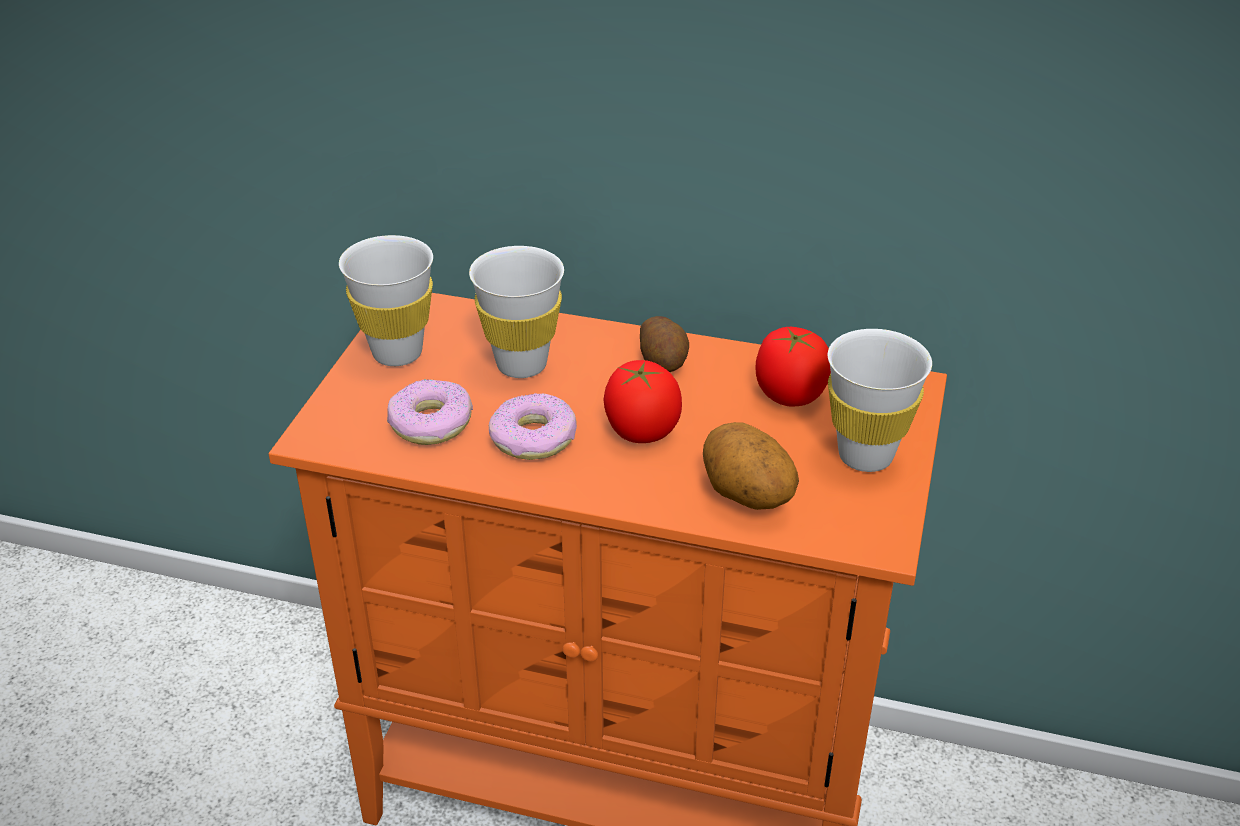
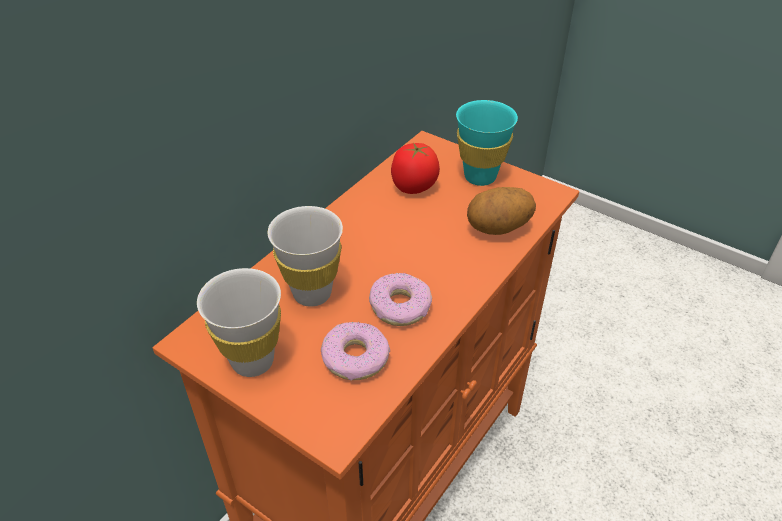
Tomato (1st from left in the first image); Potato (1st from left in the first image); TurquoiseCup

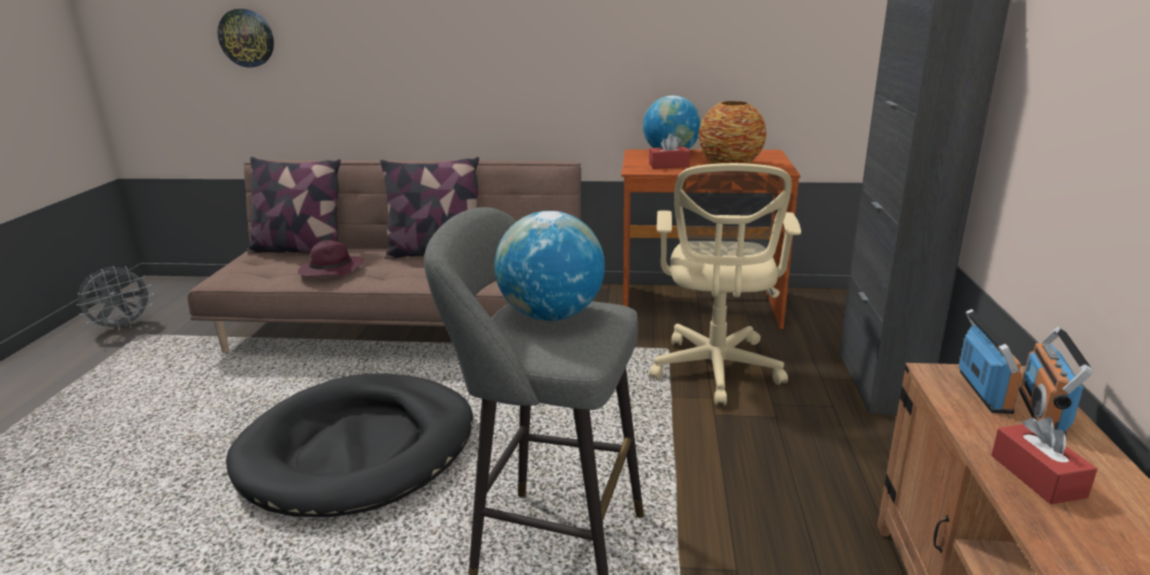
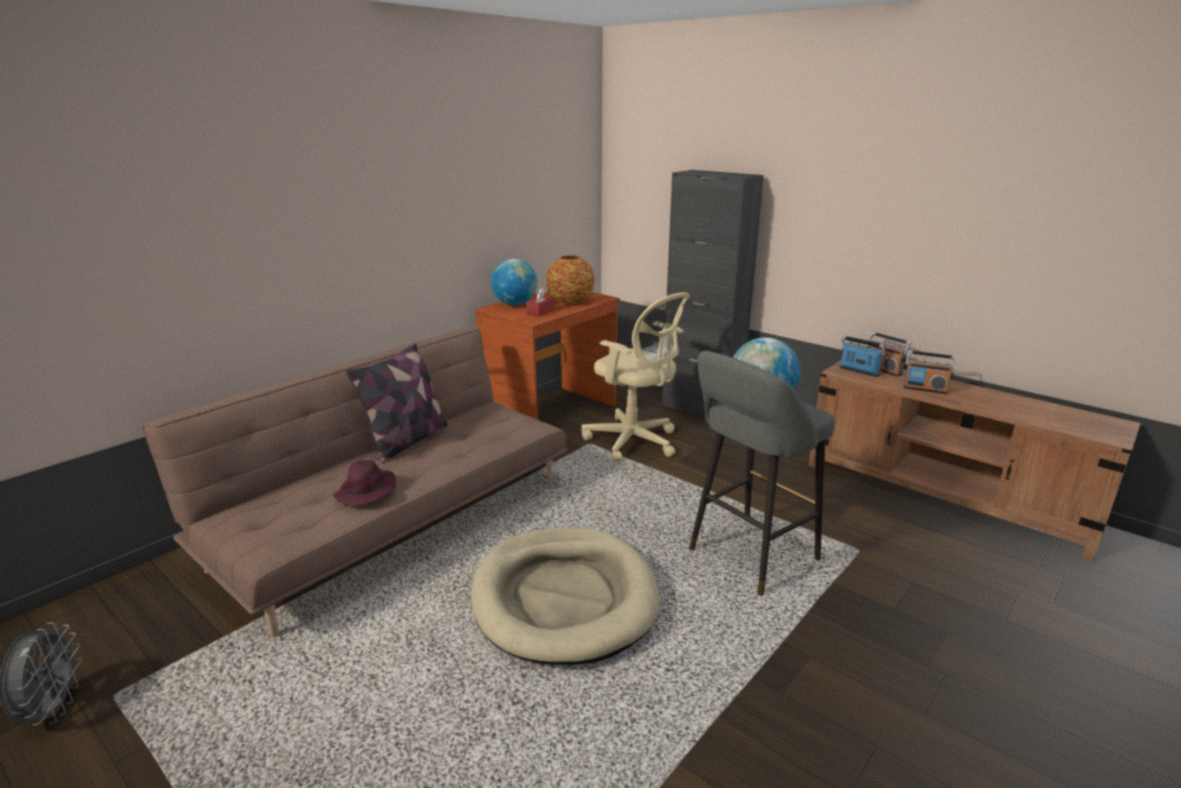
WallClock; BeigeDogBed; Pillow (1st from left in the first image); Radio (3rd from left)

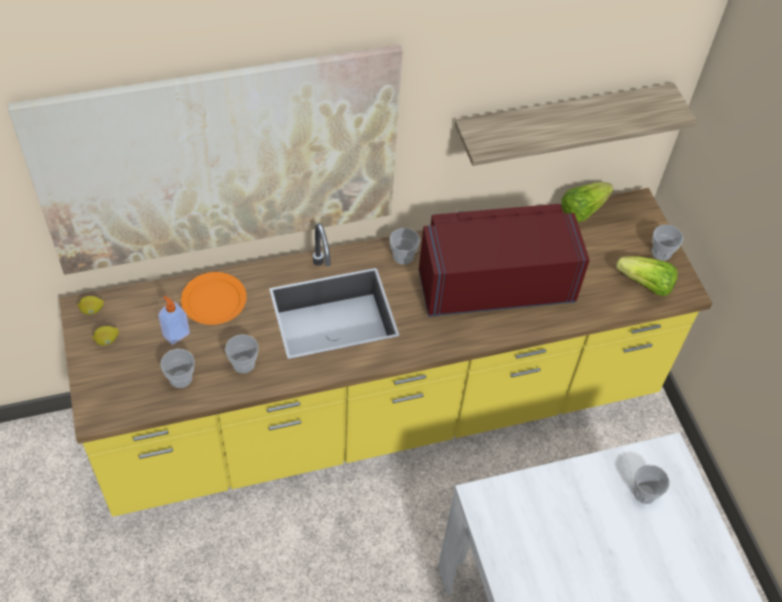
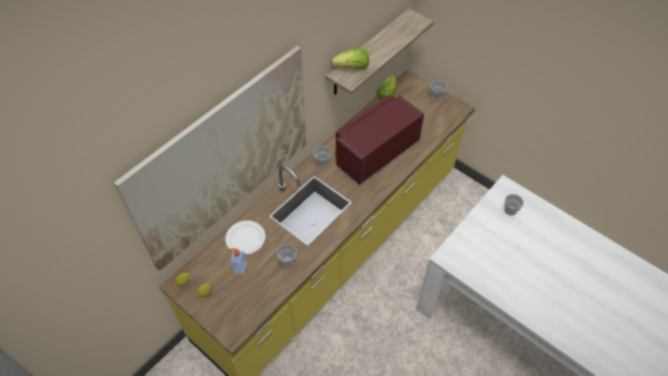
Cup (1st from left in the first image); WhitePlate; Lettuce (1st from left)

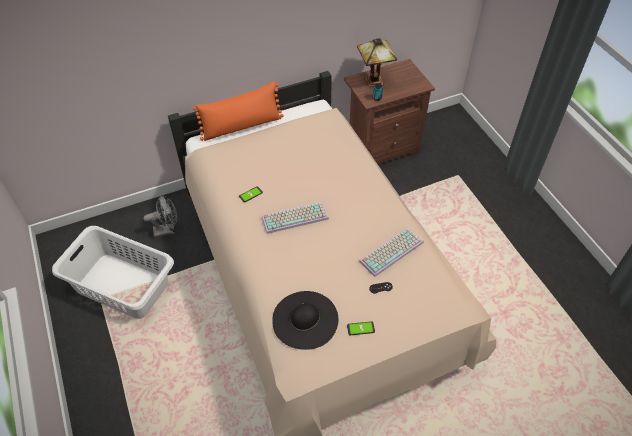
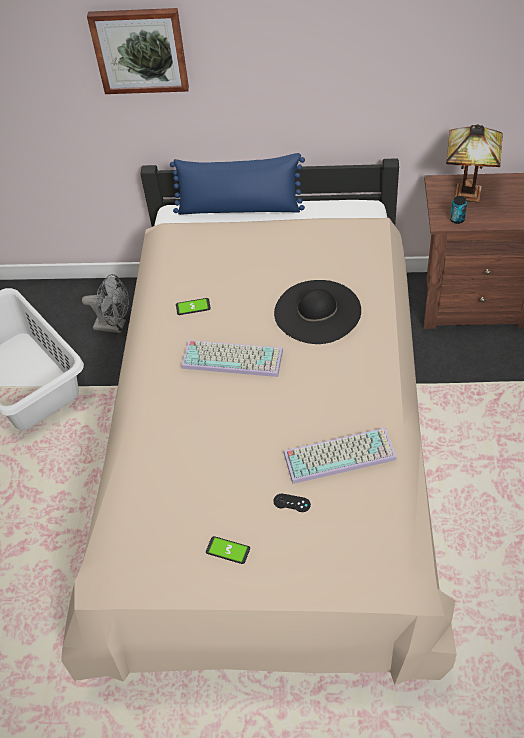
BluePillow; BlackHat; Picture

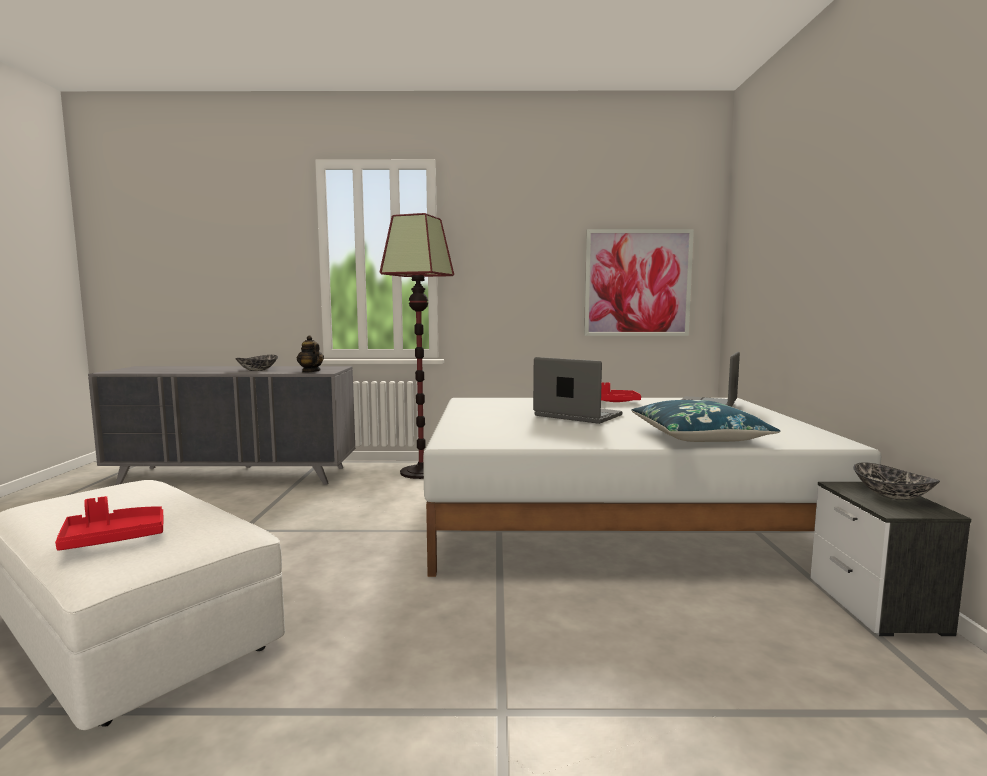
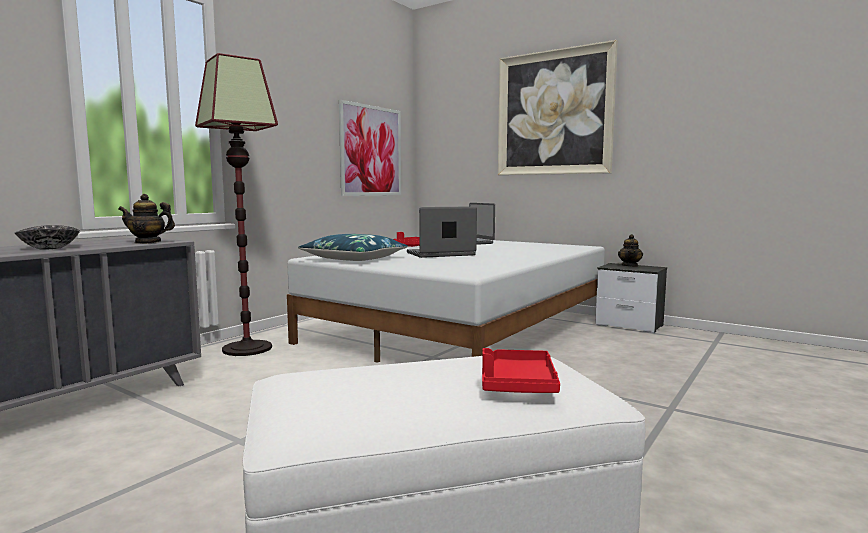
BluePillow; Teapot (2nd from left); Picture (2nd from left)

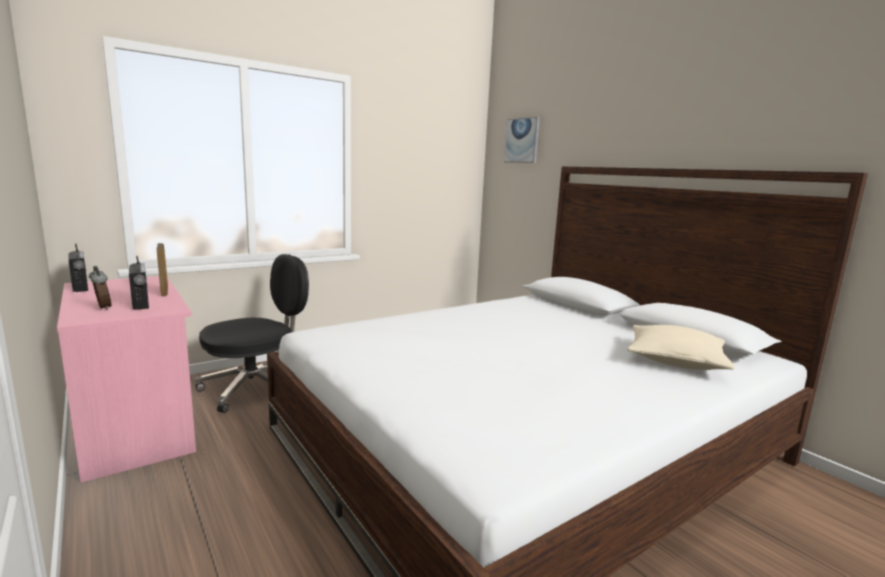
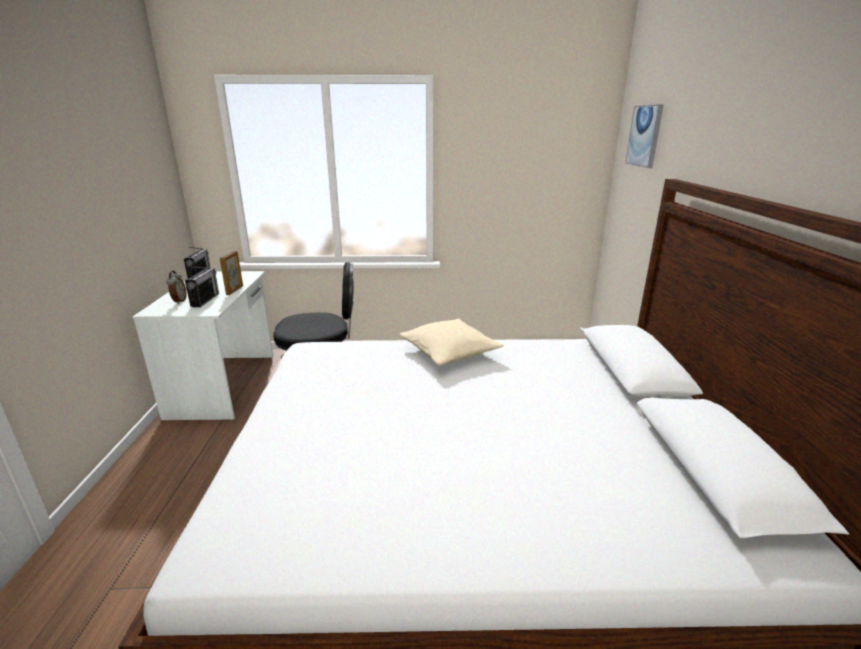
WhiteDesk; BeigePillow

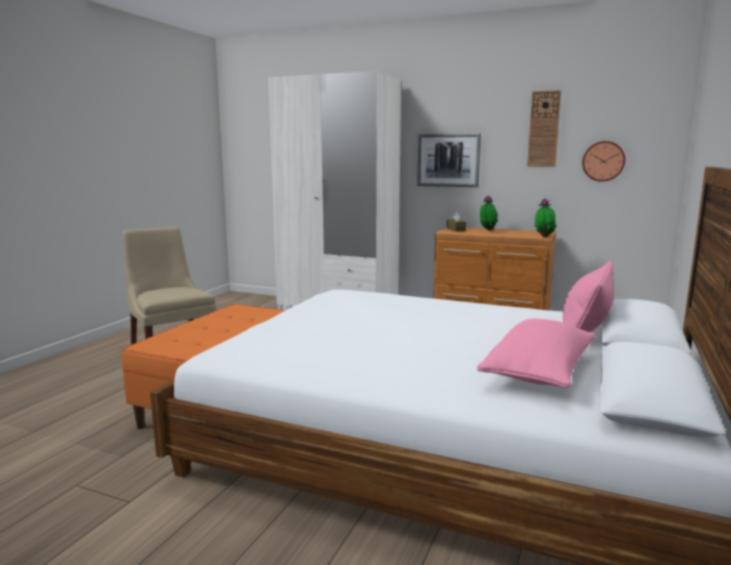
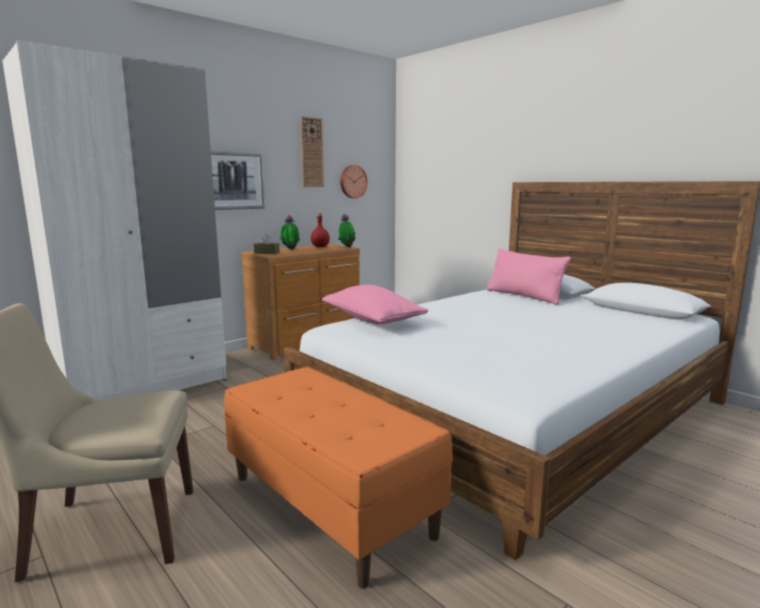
PinkPillow (1st from left); RedBottle

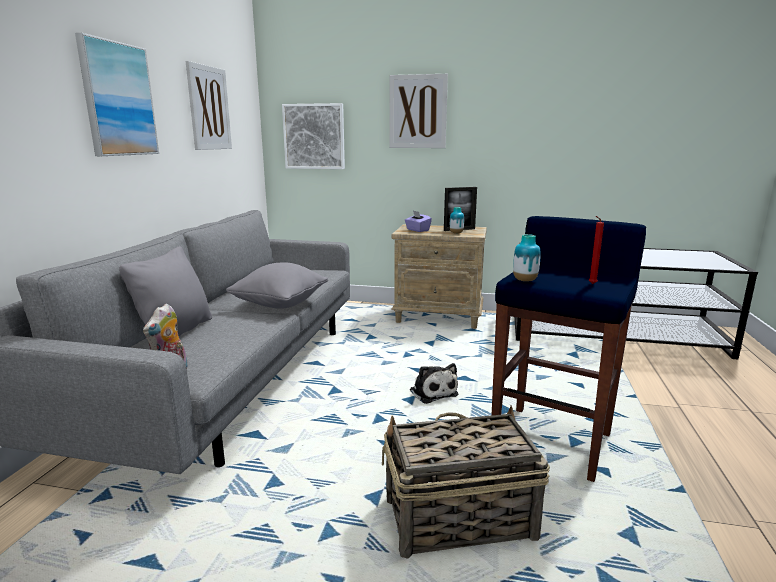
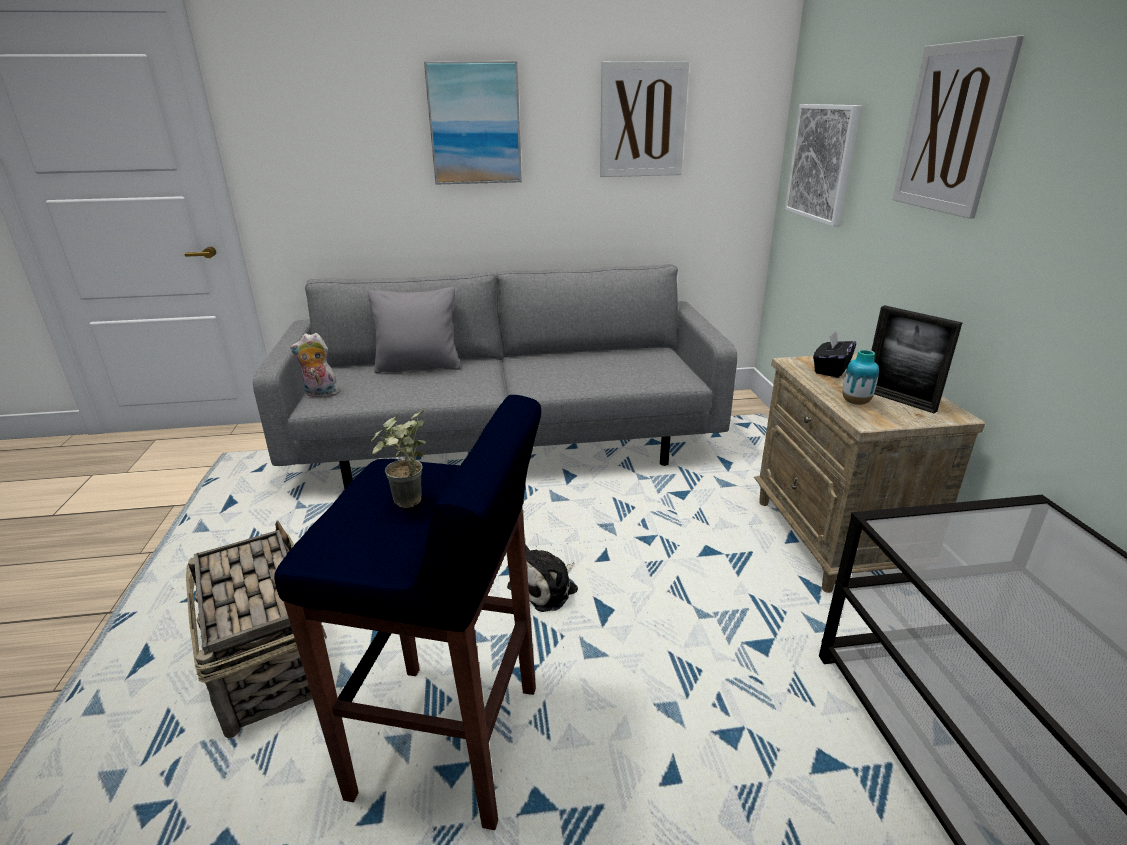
GreyPillow (2nd from left in the first image); BlackTissueBox; Vase (2nd from left in the first image); RedCandle; PottedPlant

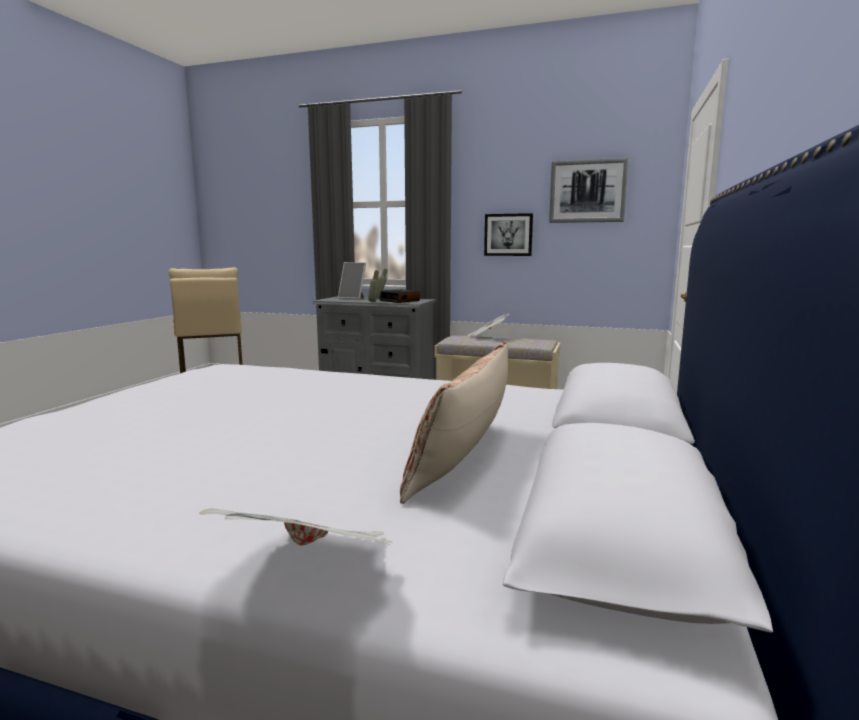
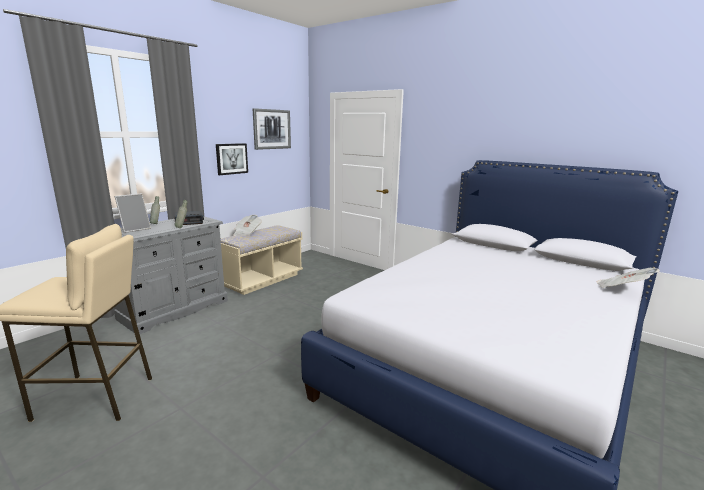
Pillow

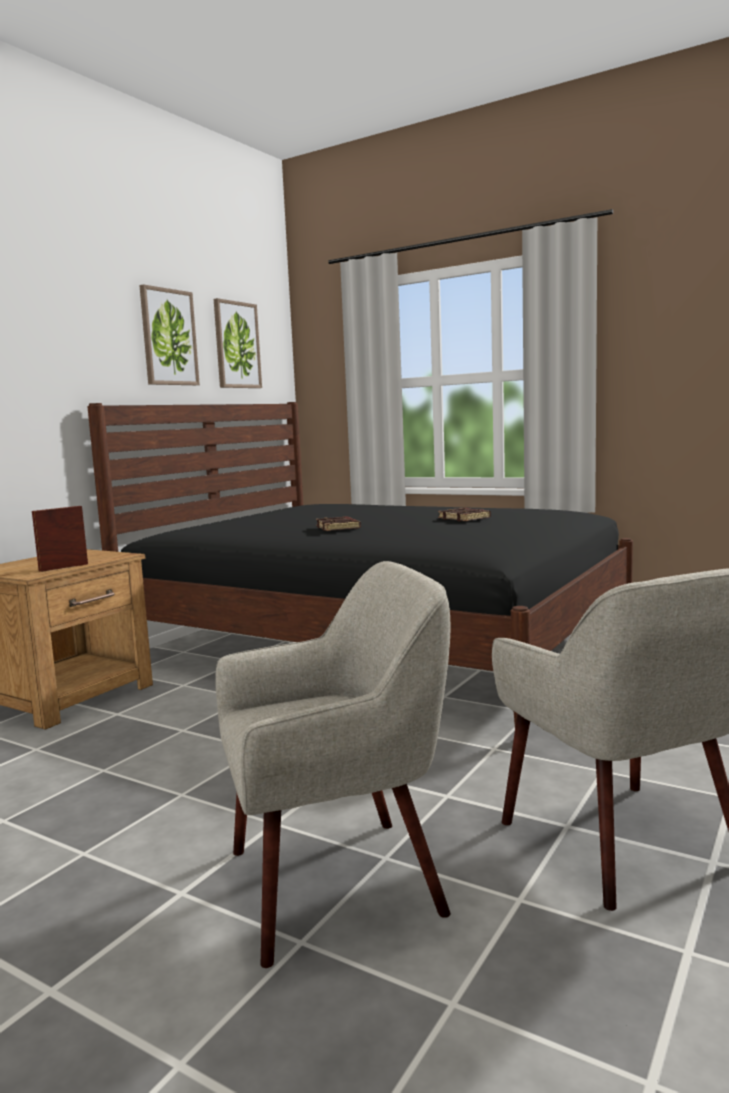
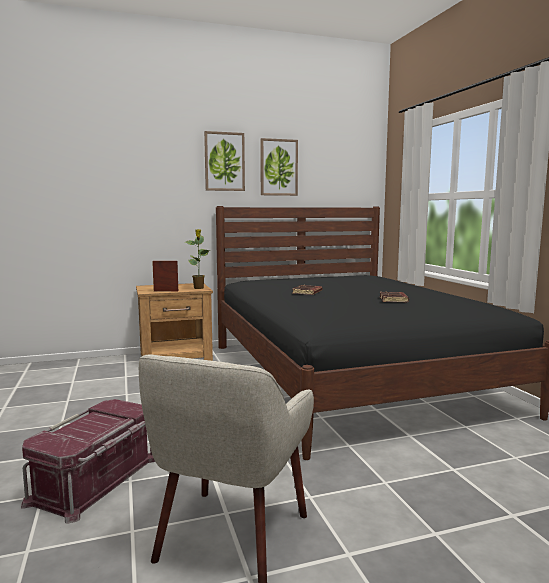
Picture (1st from left); RedStorageBox; PottedPlant

